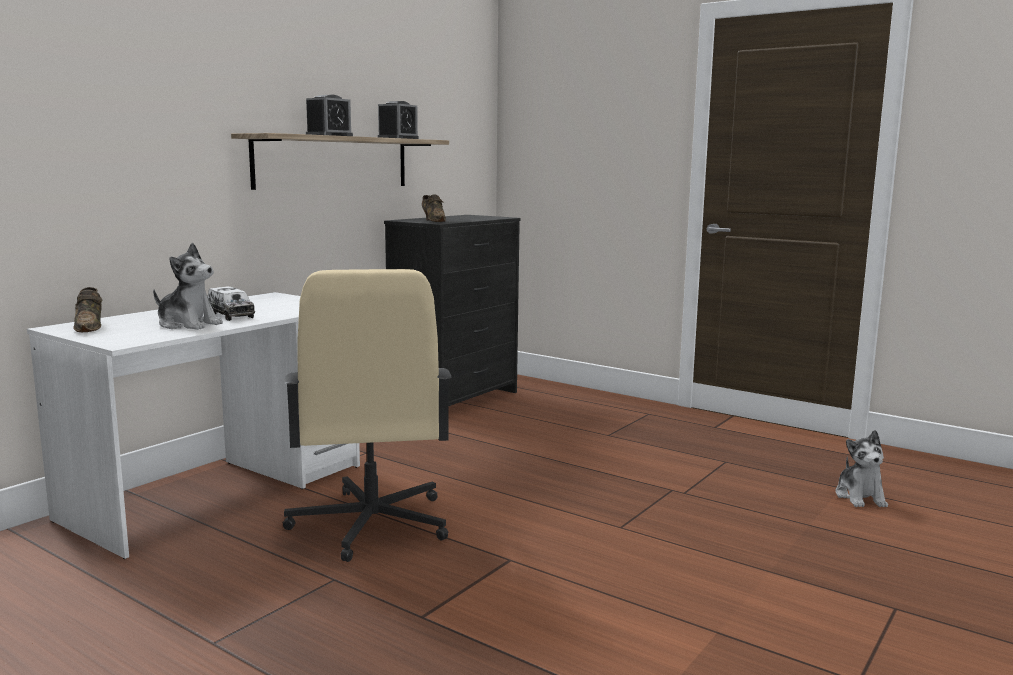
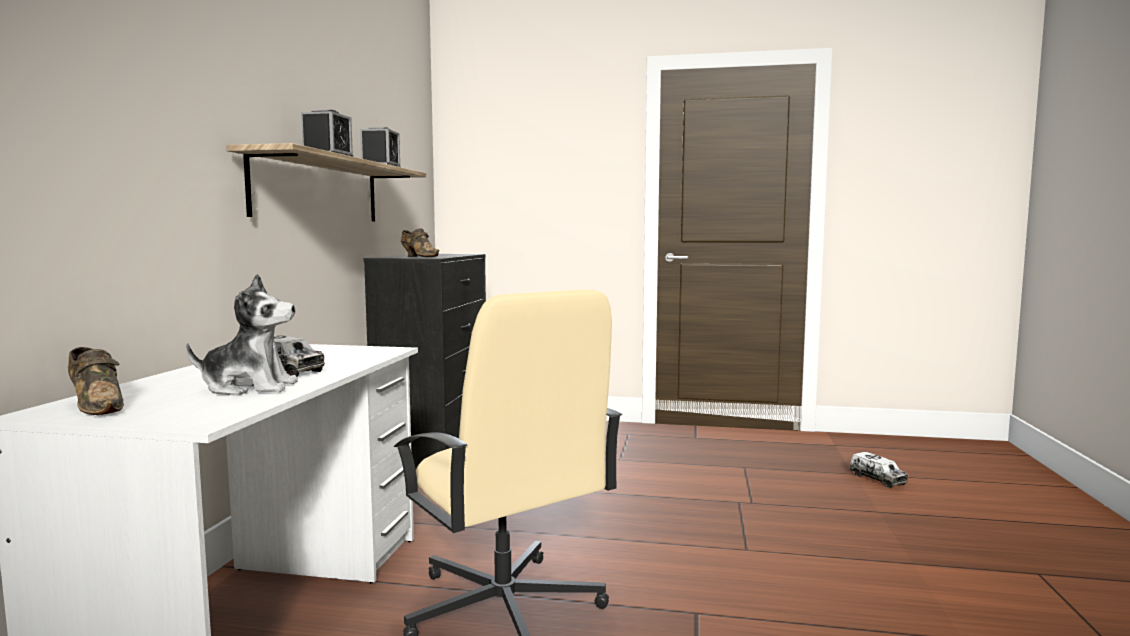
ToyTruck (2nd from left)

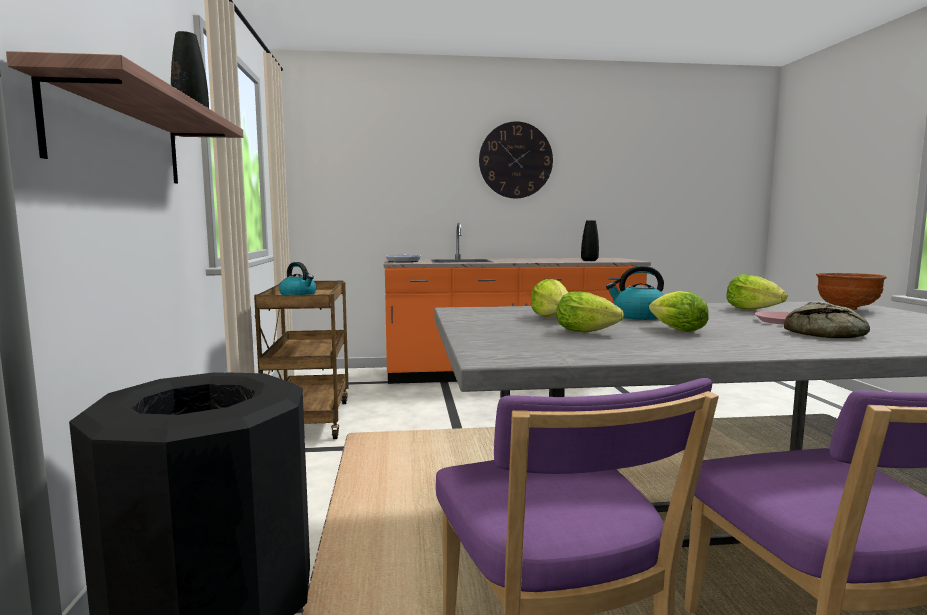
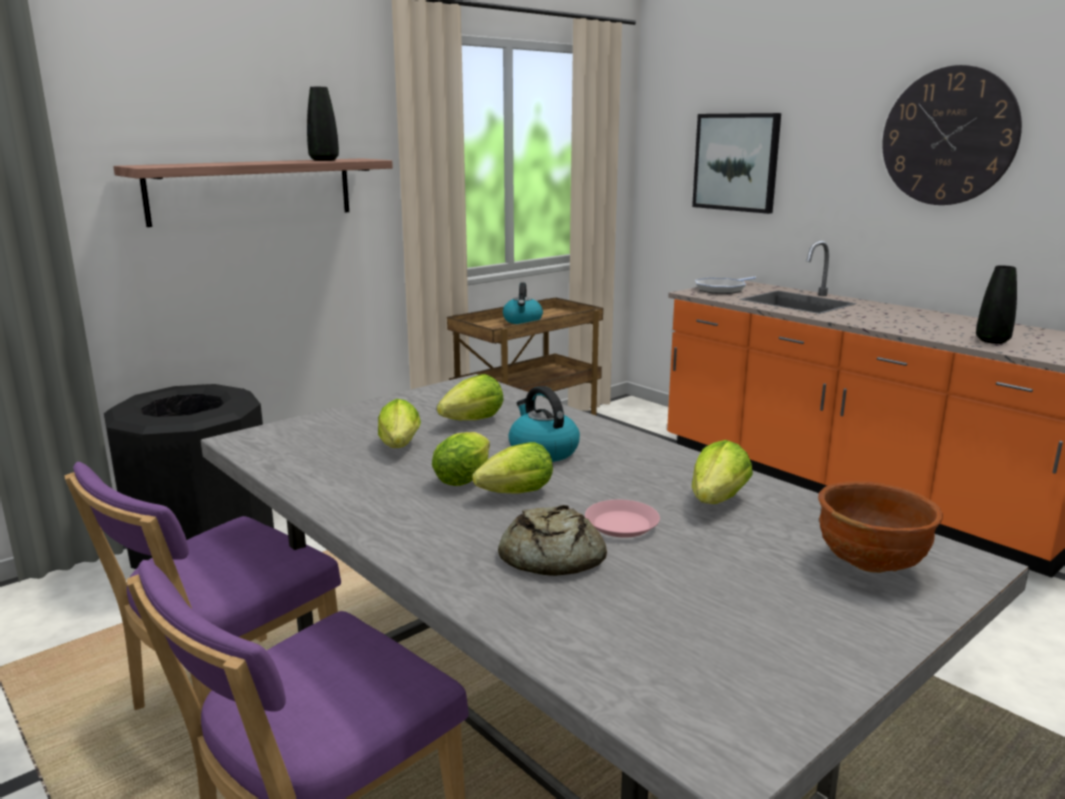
Lettuce (4th from left); Picture

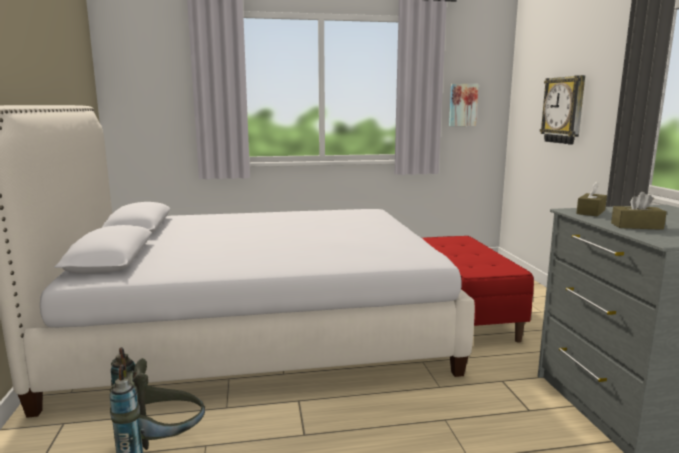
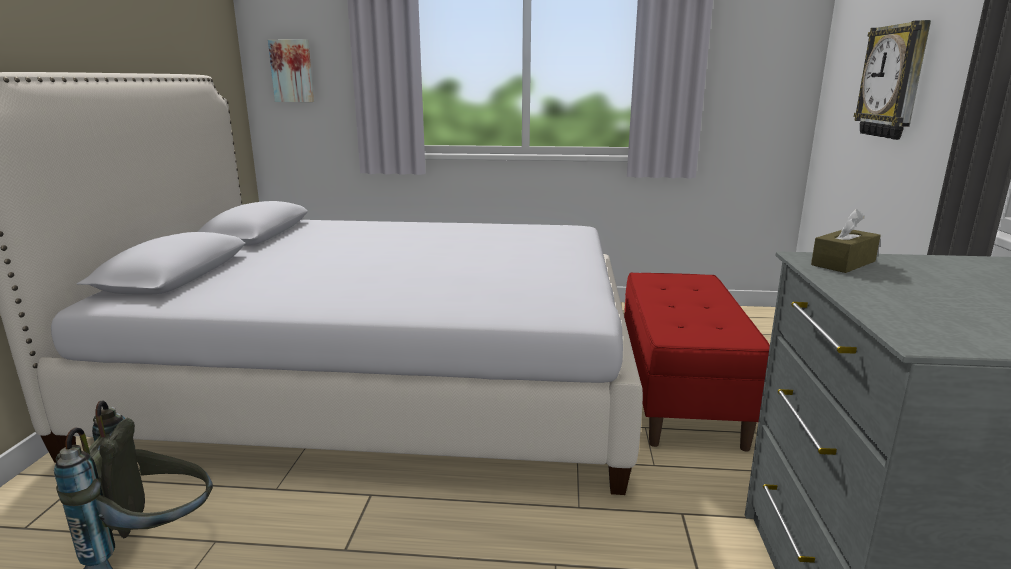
Picture; BrownTissueBox (2nd from left in the first image)

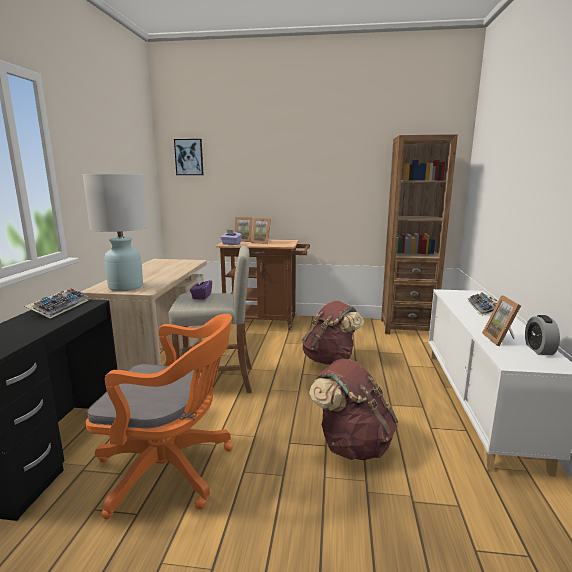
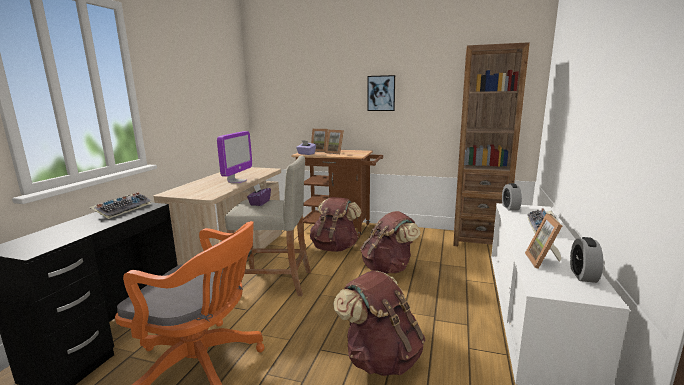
WhiteTableLamp; Picture; Monitor; BrownBackpack (1st from left); AlarmClock (1st from left)

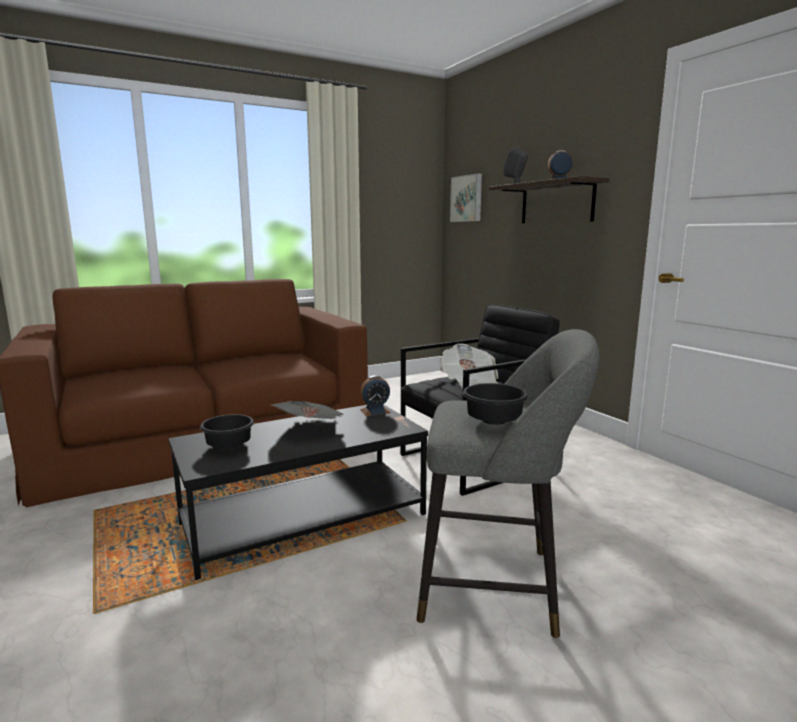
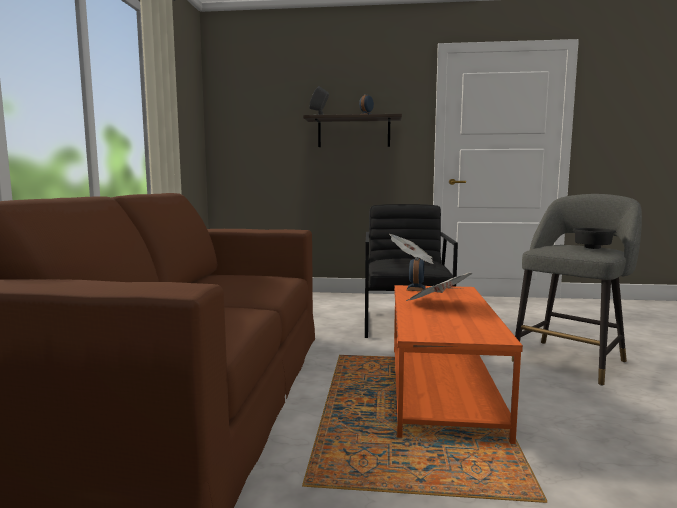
OrangeCoffeeTable; BlackBowl (1st from left in the first image); Picture

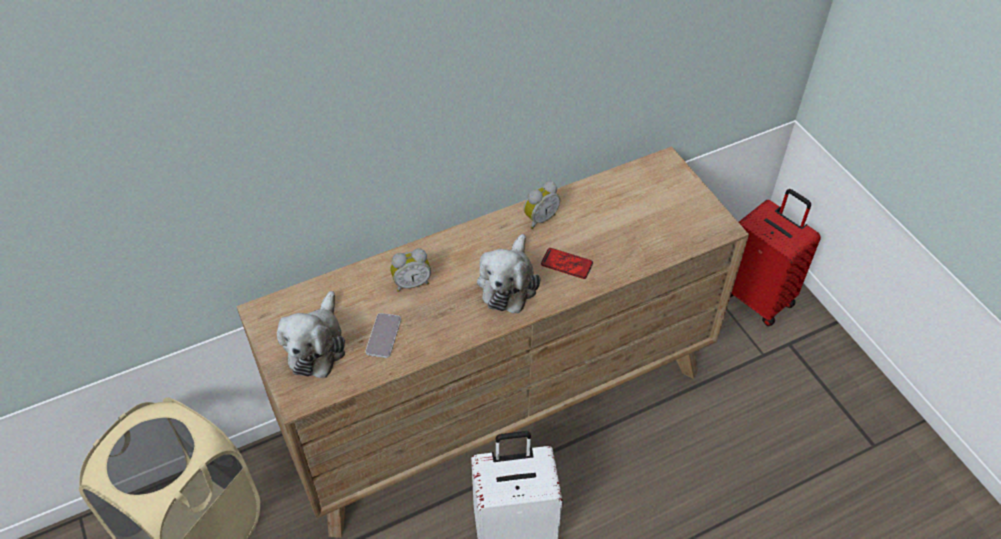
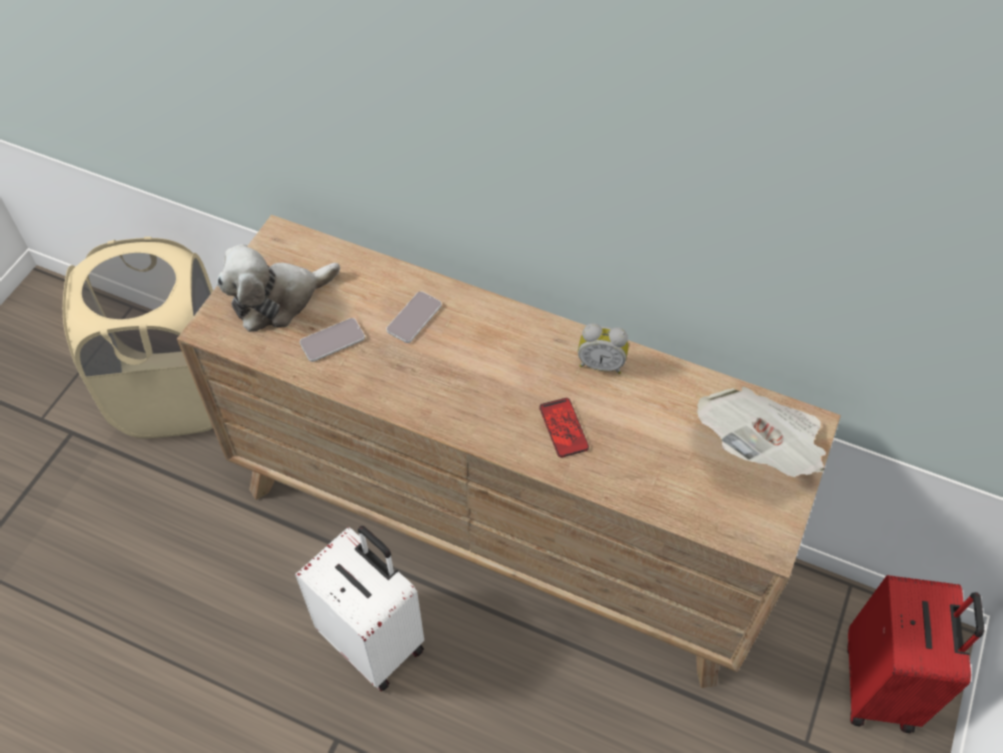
Phone (2nd from left); PlushToy (2nd from left in the first image); Newspaper

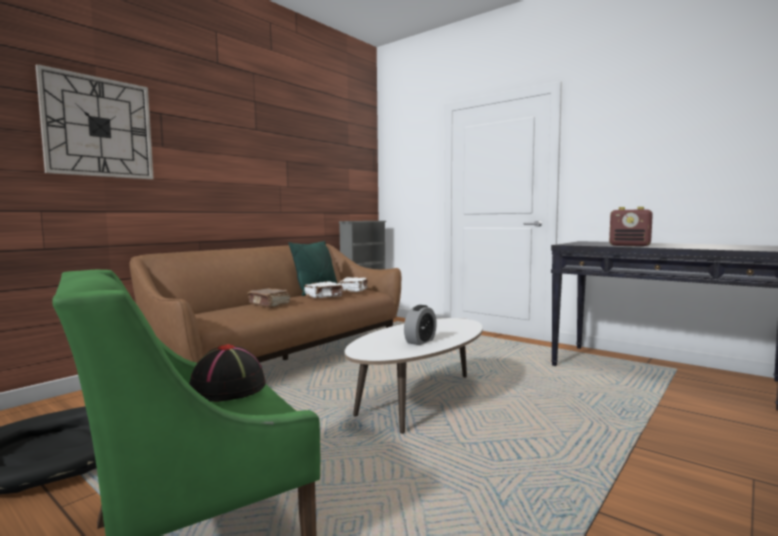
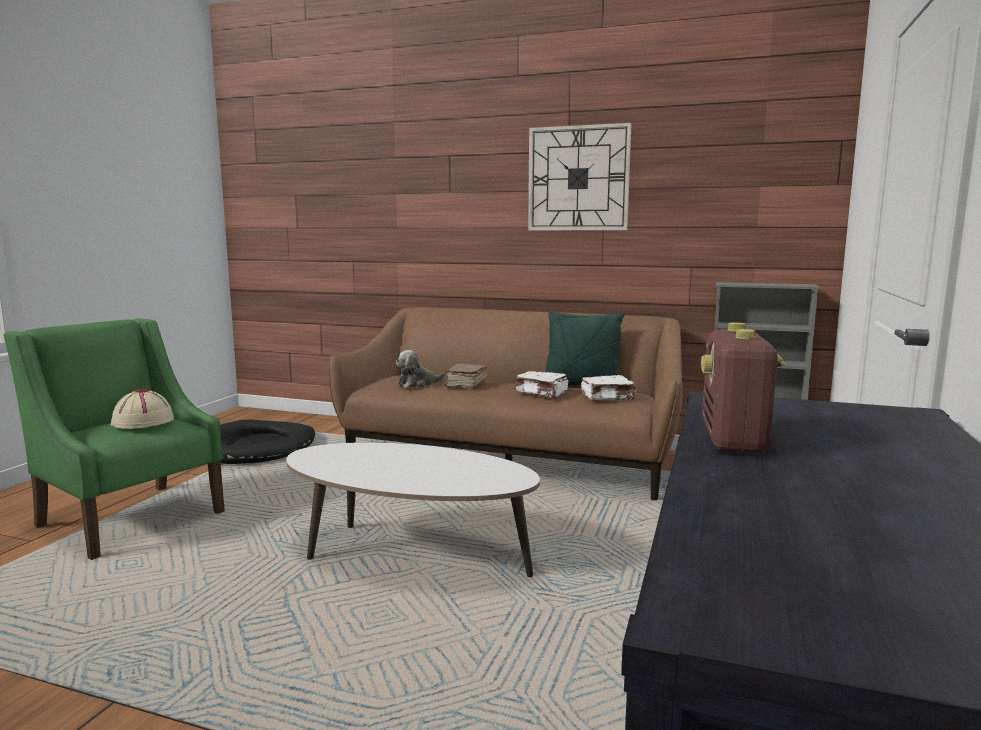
WallClock; BeigeHat; AlarmClock; PlushToy

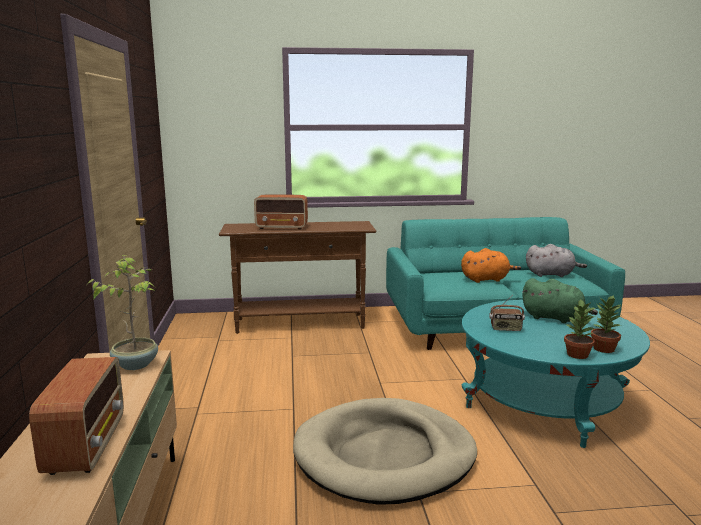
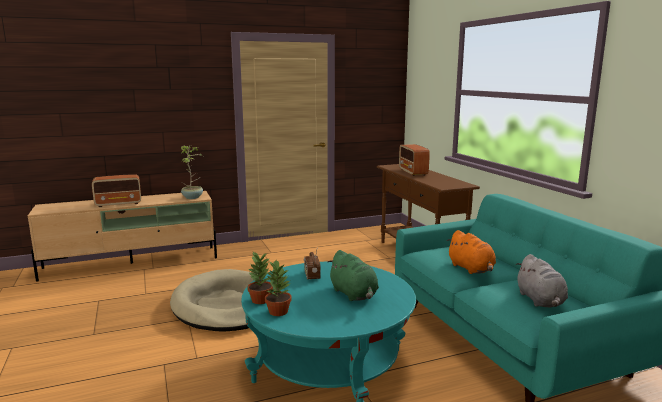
GreenPlushToy

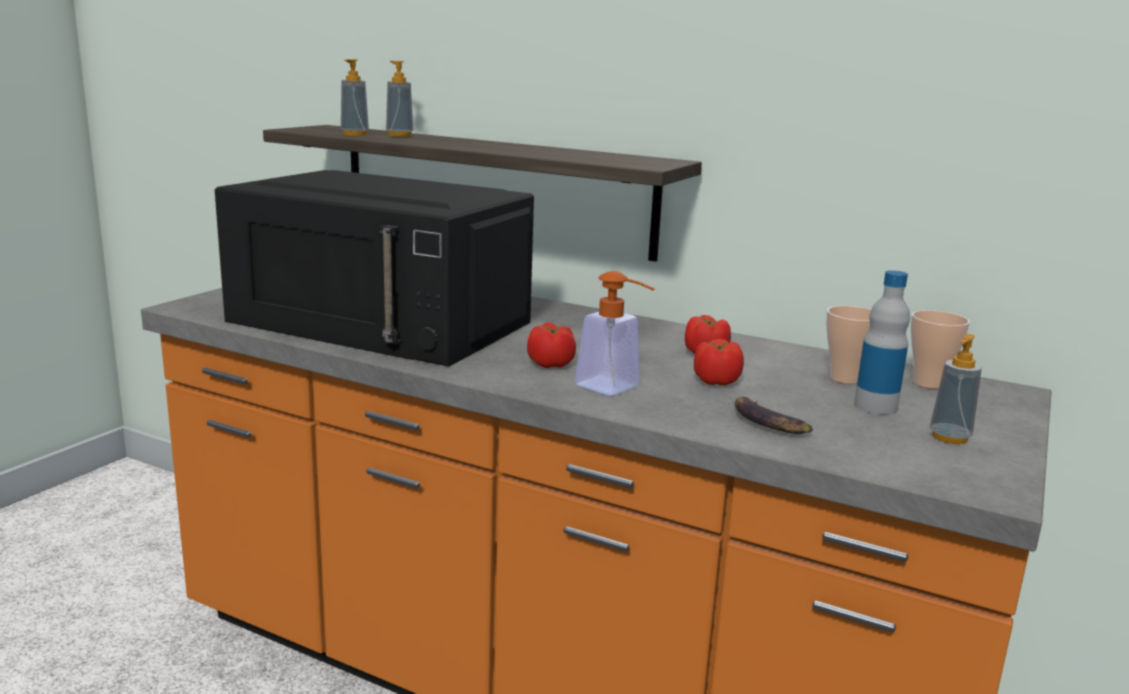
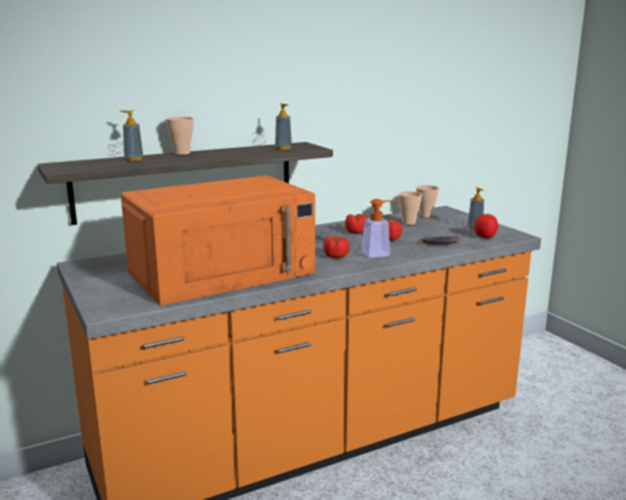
OrangeMicrowave; SoapDispenser (2nd from left); Bottle; Cup (1st from left); Tomato (4th from left)

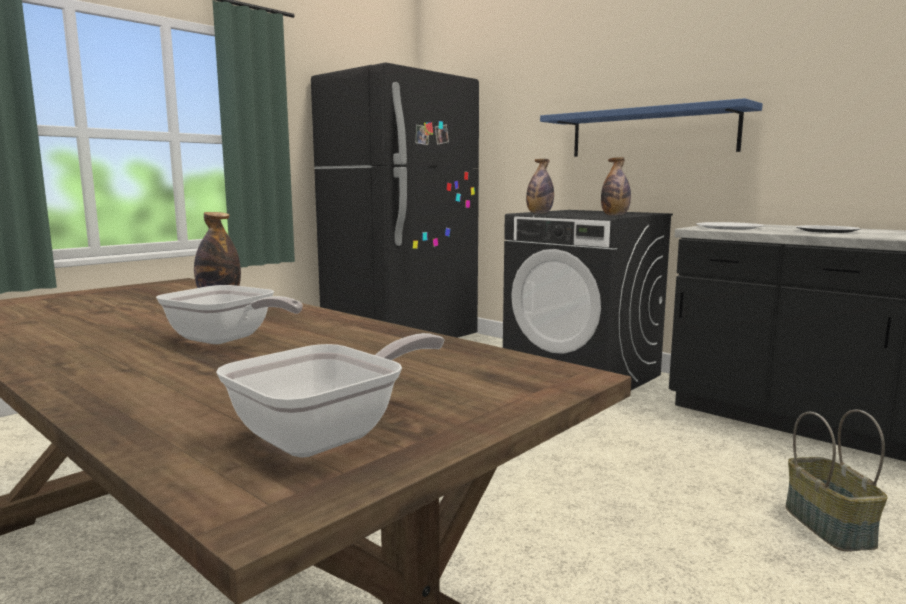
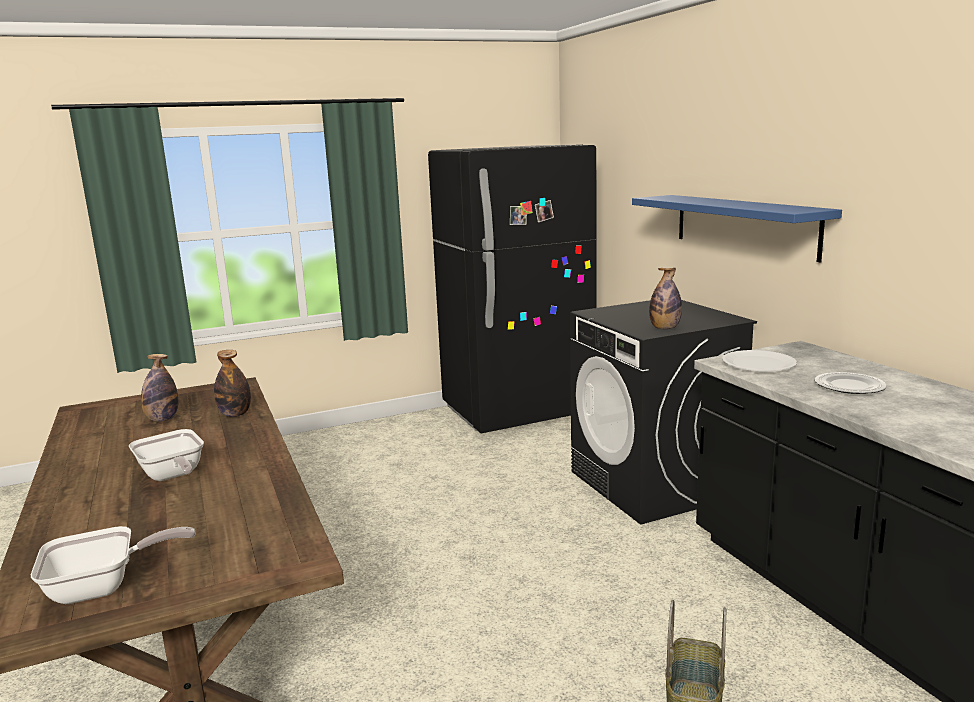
Bottle (1st from left)

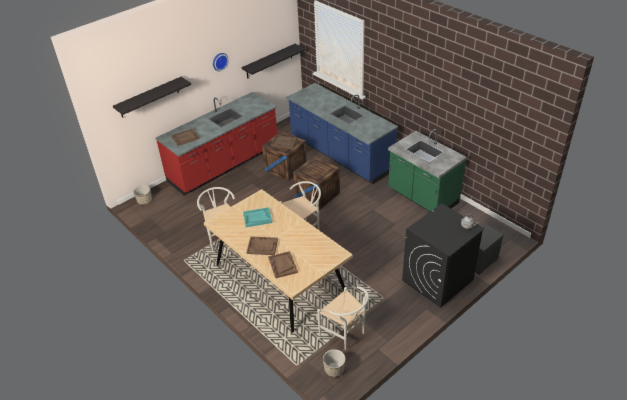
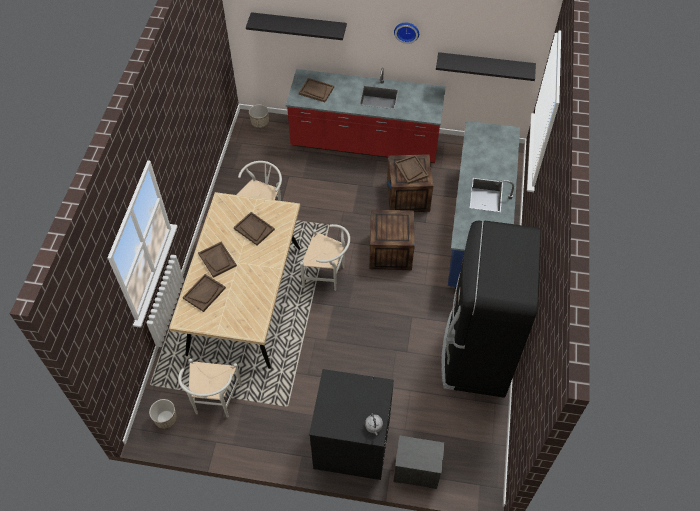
BrownTray (3rd from left); BlackFridge

